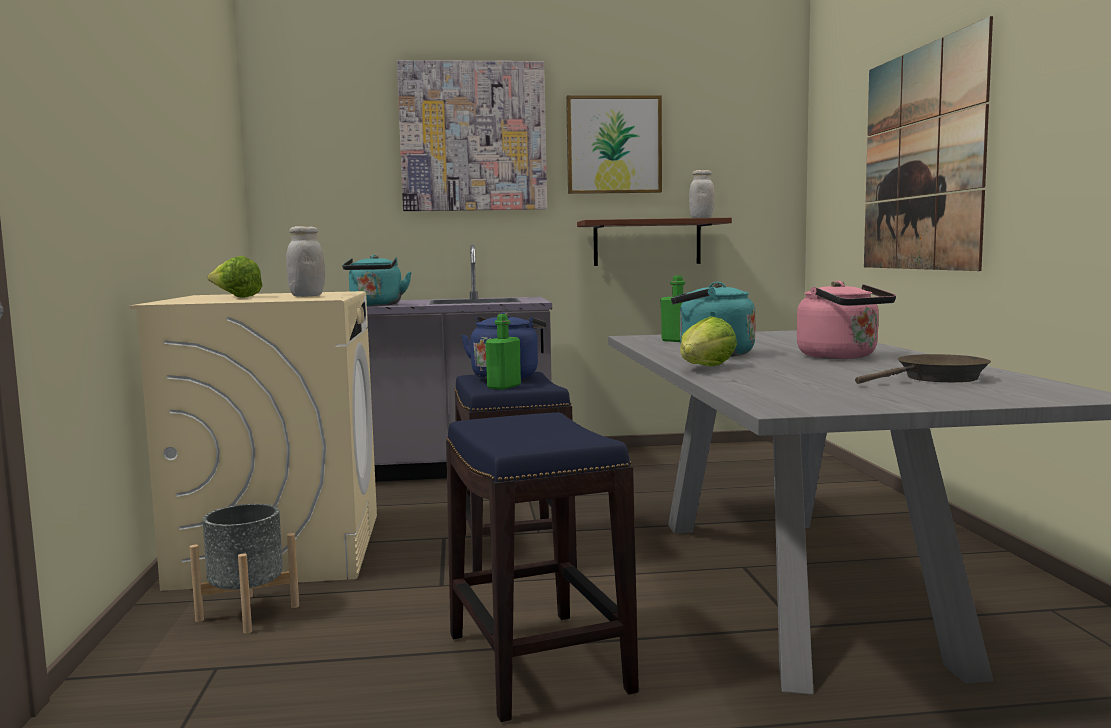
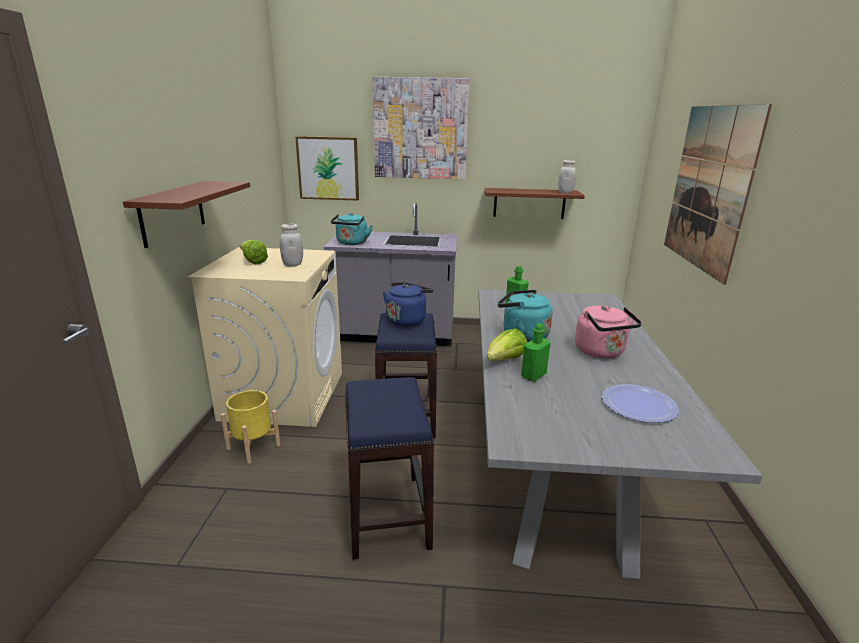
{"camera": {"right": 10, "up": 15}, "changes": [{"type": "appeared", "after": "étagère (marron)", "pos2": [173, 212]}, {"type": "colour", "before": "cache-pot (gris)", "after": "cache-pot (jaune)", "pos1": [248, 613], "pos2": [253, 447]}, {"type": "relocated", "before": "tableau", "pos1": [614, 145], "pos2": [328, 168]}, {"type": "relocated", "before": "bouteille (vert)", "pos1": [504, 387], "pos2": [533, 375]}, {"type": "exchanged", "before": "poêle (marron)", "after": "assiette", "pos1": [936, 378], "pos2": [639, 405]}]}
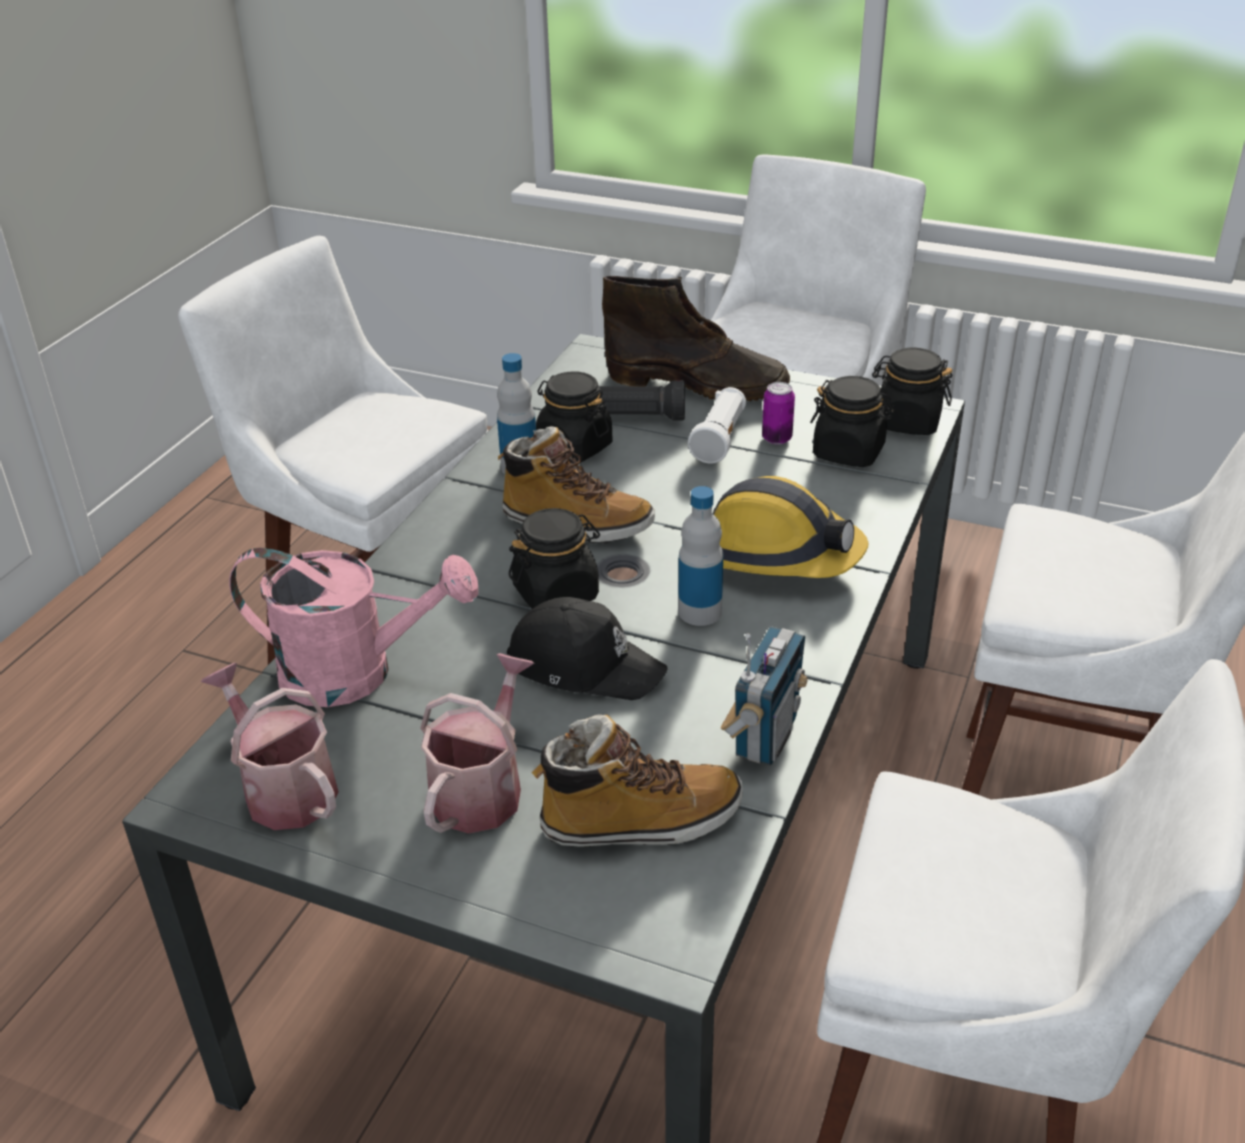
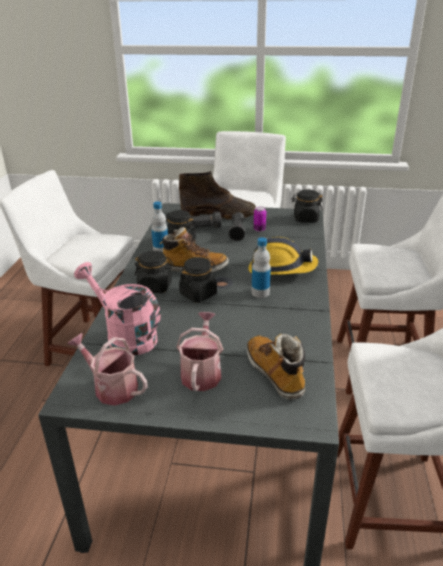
{"camera": {"right": -15, "up": -5}, "changes": [{"type": "spun", "before": "arrosoir (rose)", "pos1": [356, 673], "pos2": [125, 336], "turn": -135}, {"type": "relocated", "before": "bocal (noir)", "pos1": [849, 452], "pos2": [155, 286]}, {"type": "colour", "before": "lampe de poche (blanc)", "after": "lampe de poche (noir)", "pos1": [719, 439], "pos2": [237, 232]}, {"type": "spun", "before": "botte", "pos1": [640, 821], "pos2": [275, 373], "turn": -90}, {"type": "missing", "before": "casquette (noir)", "pos1": [585, 665]}, {"type": "missing", "before": "radio", "pos1": [764, 736]}]}
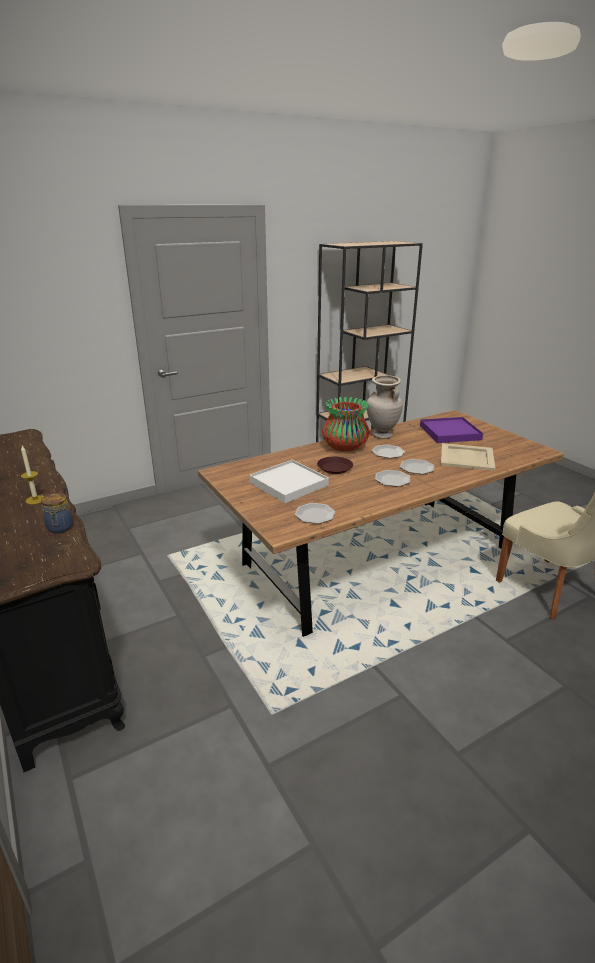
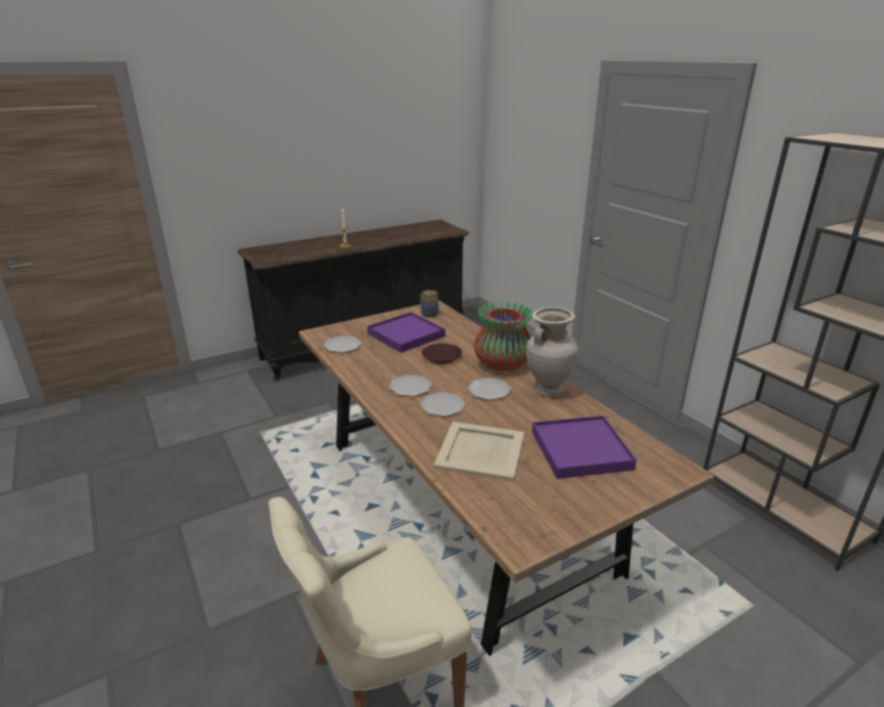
{"camera": {"right": 90, "up": 0}, "changes": [{"type": "colour", "before": "plateau (blanc)", "after": "plateau (violet)", "pos1": [288, 484], "pos2": [406, 335]}, {"type": "relocated", "before": "bocal", "pos1": [60, 528], "pos2": [429, 314]}]}
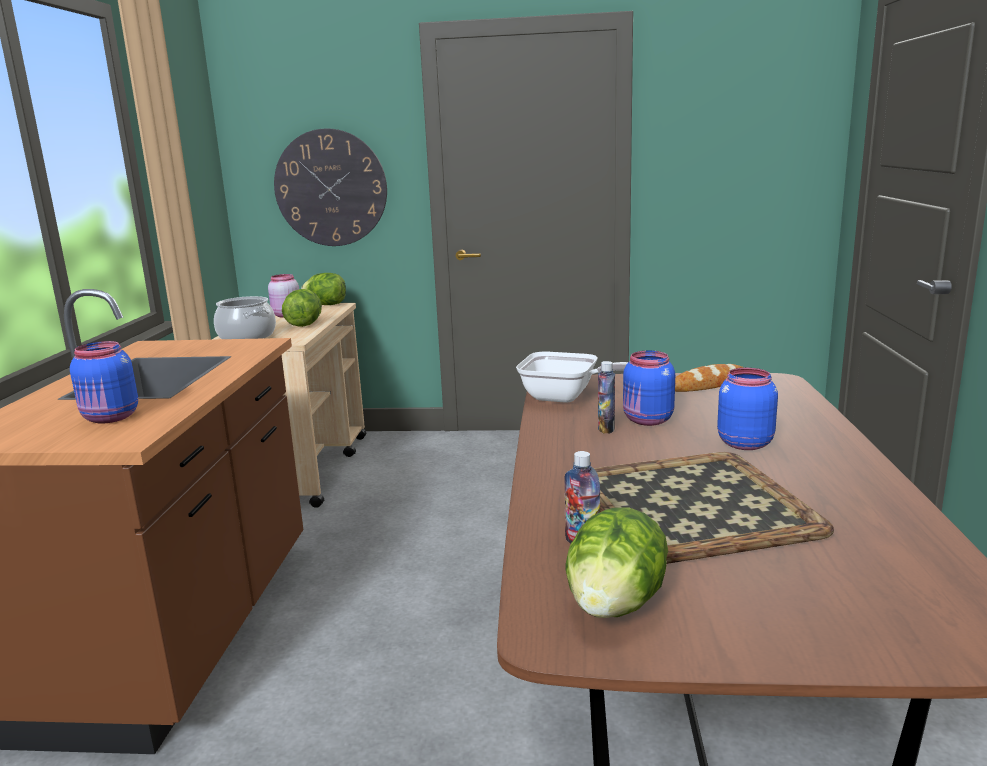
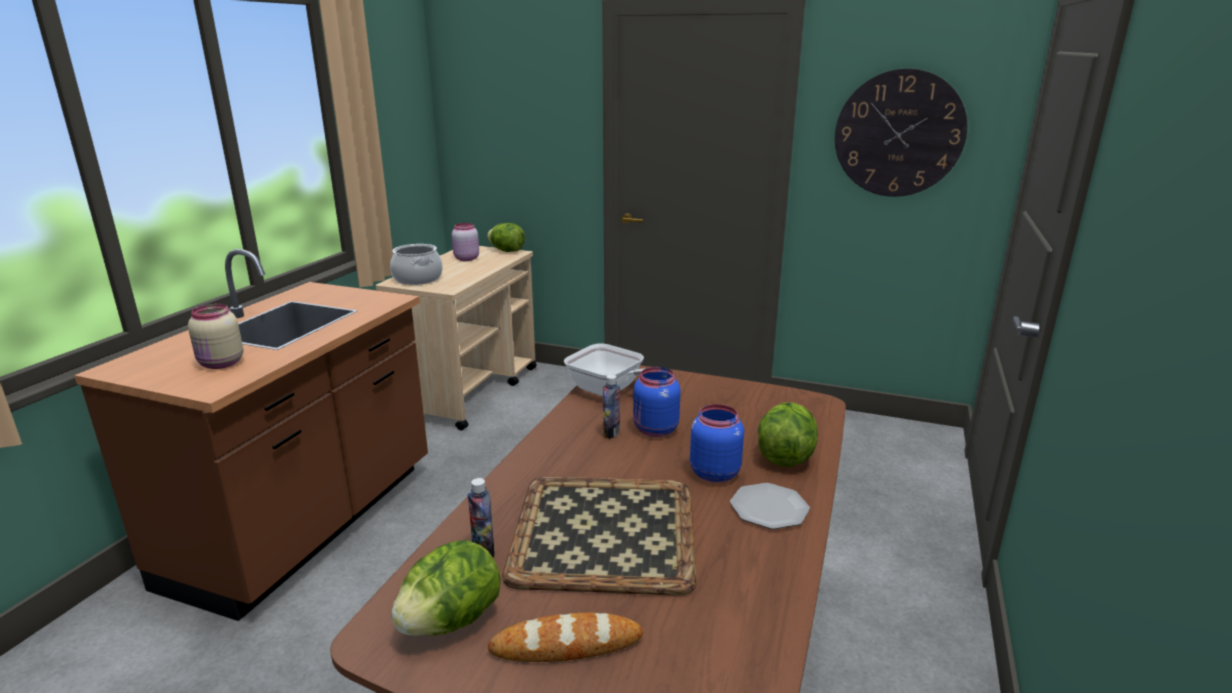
{"camera": {"right": 15, "up": 5}, "changes": [{"type": "colour", "before": "bocal (bleu)", "after": "bocal (beige)", "pos1": [111, 418], "pos2": [221, 364]}, {"type": "relocated", "before": "pain", "pos1": [709, 384], "pos2": [566, 645]}, {"type": "appeared", "after": "assiette", "pos2": [769, 509]}, {"type": "relocated", "before": "laitue", "pos1": [304, 325], "pos2": [785, 457]}, {"type": "relocated", "before": "horloge murale", "pos1": [331, 188], "pos2": [899, 134]}]}
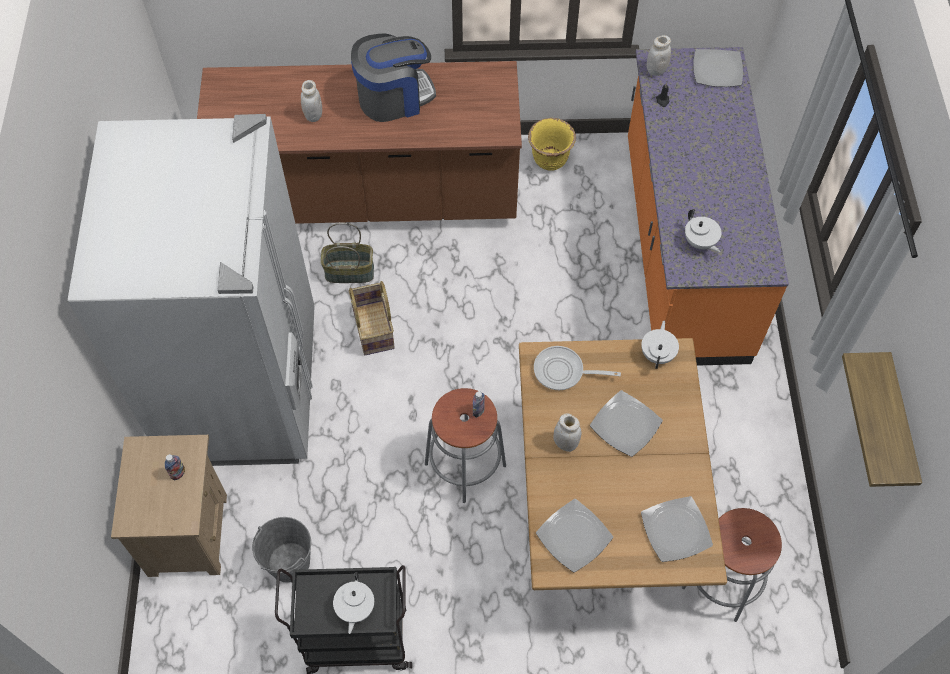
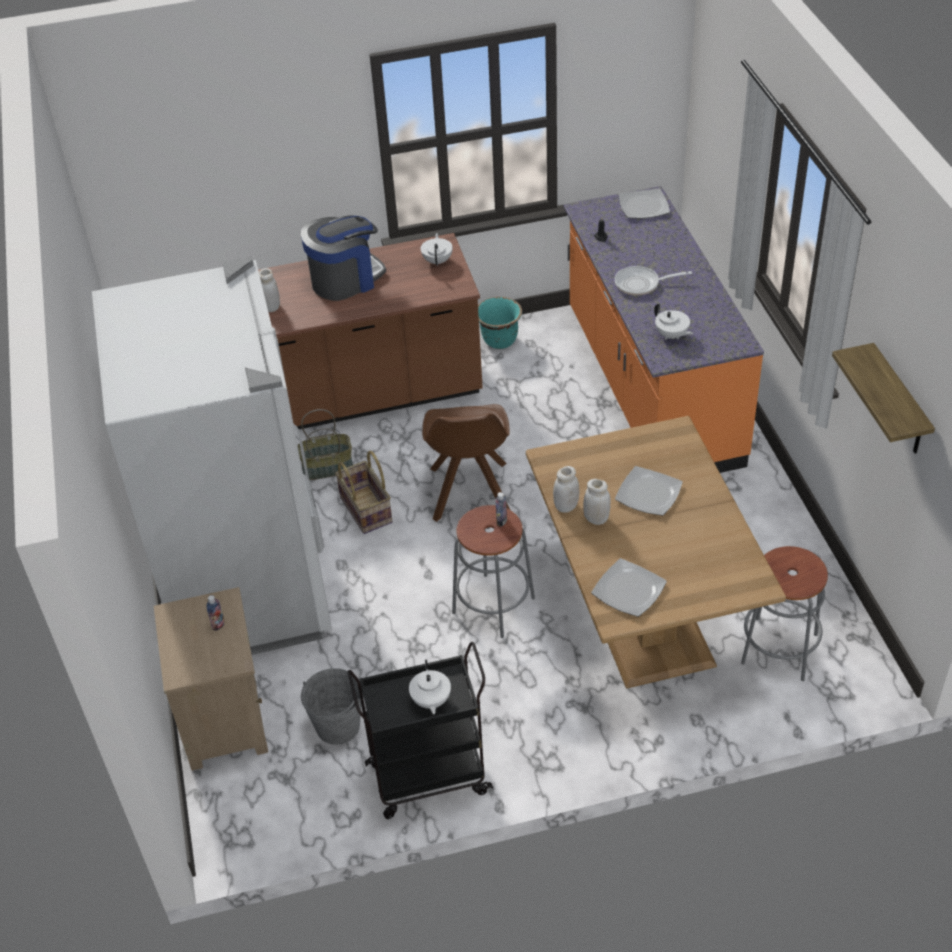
{"camera": {"right": -10, "up": -15}, "changes": [{"type": "relocated", "before": "théière (blanc)", "pos1": [658, 354], "pos2": [438, 261]}, {"type": "appeared", "after": "chaise (marron)", "pos2": [470, 493]}, {"type": "colour", "before": "cache-pot (jaune)", "after": "cache-pot (turquoise)", "pos1": [550, 160], "pos2": [500, 341]}, {"type": "relocated", "before": "bocal (blanc)", "pos1": [656, 70], "pos2": [566, 506]}, {"type": "relocated", "before": "poêle", "pos1": [563, 372], "pos2": [641, 284]}, {"type": "missing", "before": "assiette", "pos1": [675, 531]}]}
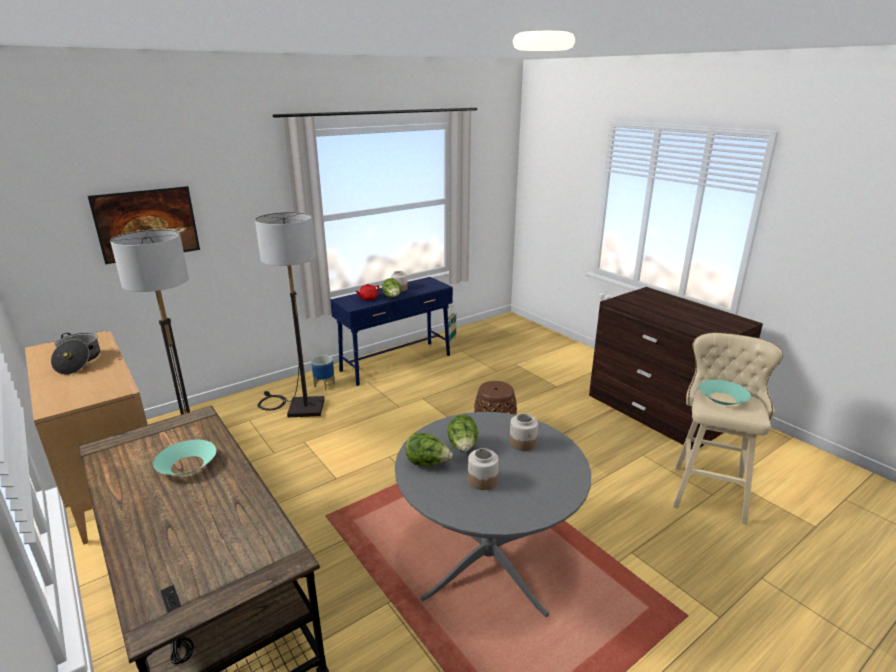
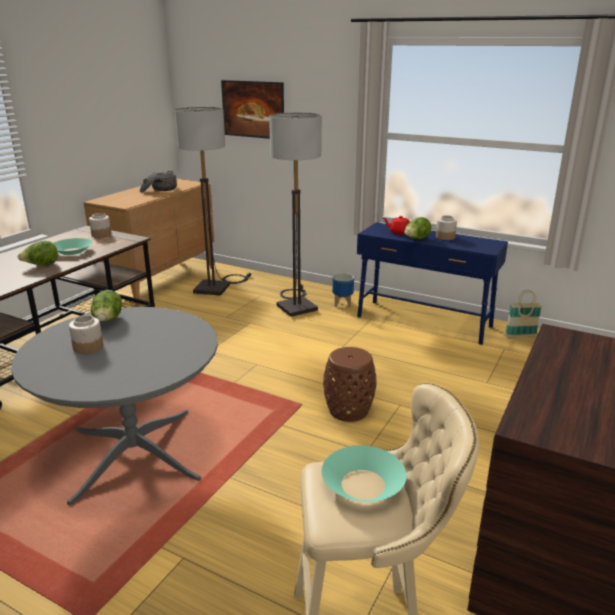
{"camera": {"right": 65, "up": 0}, "changes": [{"type": "relocated", "before": "laitue", "pos1": [463, 447], "pos2": [41, 265]}, {"type": "relocated", "before": "bocal", "pos1": [523, 443], "pos2": [101, 235]}]}
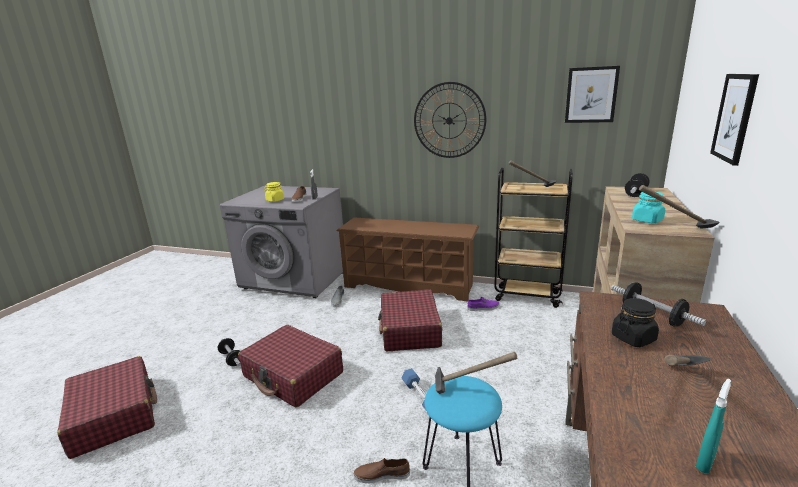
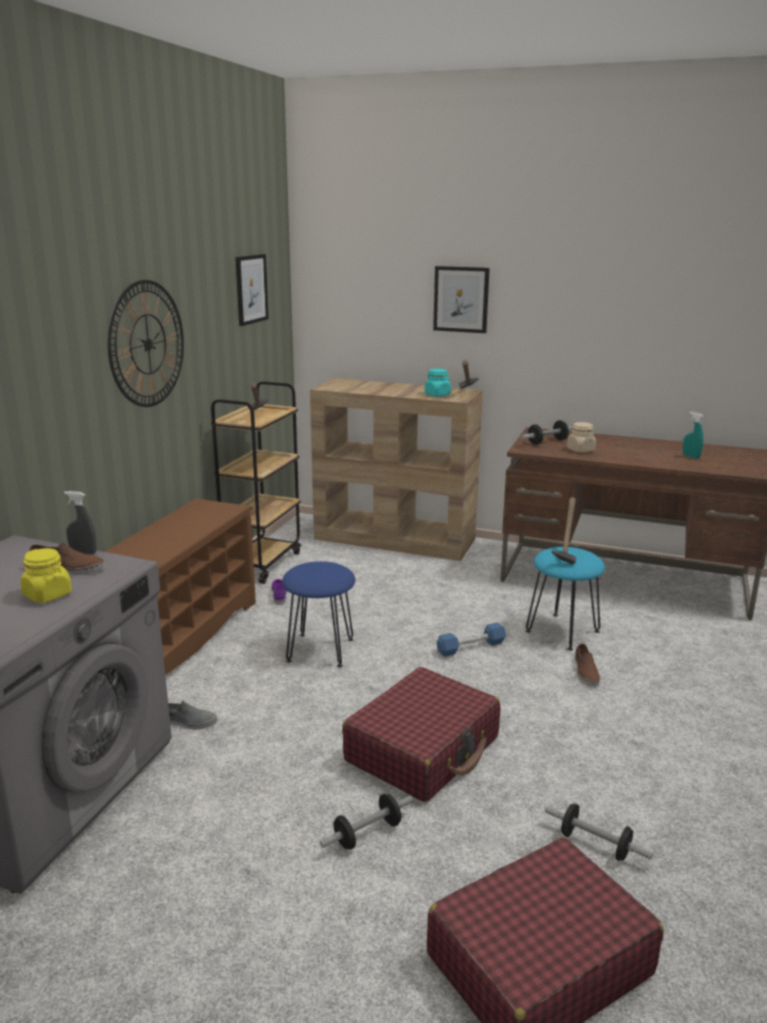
{"camera": {"right": -90, "up": 0}, "changes": [{"type": "exchanged", "before": "valise (rouge)", "after": "tabouret (bleu)", "pos1": [410, 330], "pos2": [320, 650]}, {"type": "relocated", "before": "haltère", "pos1": [636, 193], "pos2": [595, 845]}, {"type": "colour", "before": "bocal (noir)", "after": "bocal (beige)", "pos1": [633, 338], "pos2": [580, 450]}, {"type": "missing", "before": "marteau", "pos1": [676, 391]}]}
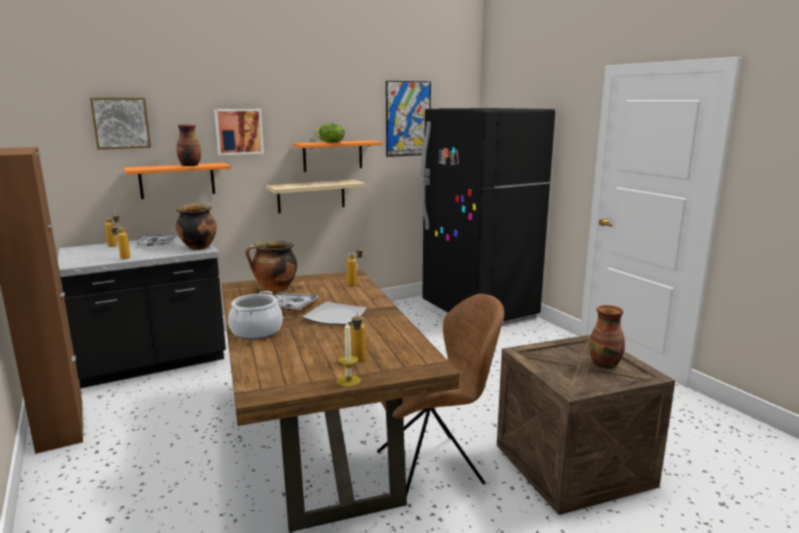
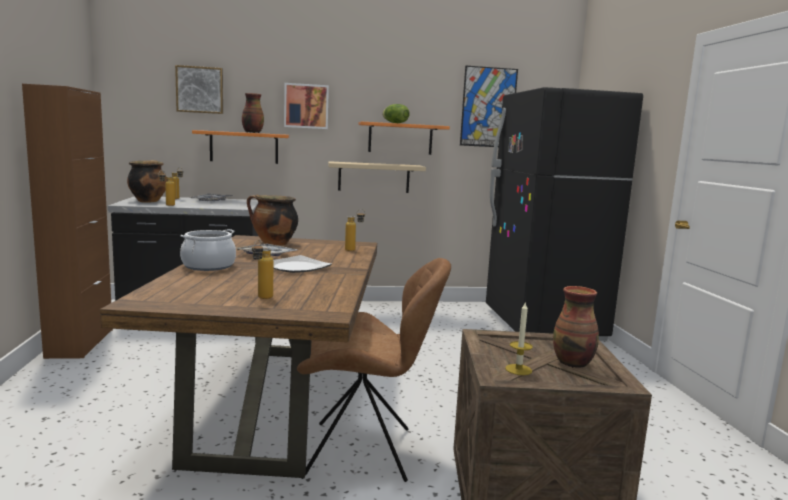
{"camera": {"right": 20, "up": -5}, "changes": [{"type": "relocated", "before": "marmite", "pos1": [198, 247], "pos2": [148, 201]}, {"type": "relocated", "before": "bougie", "pos1": [348, 381], "pos2": [518, 369]}]}
